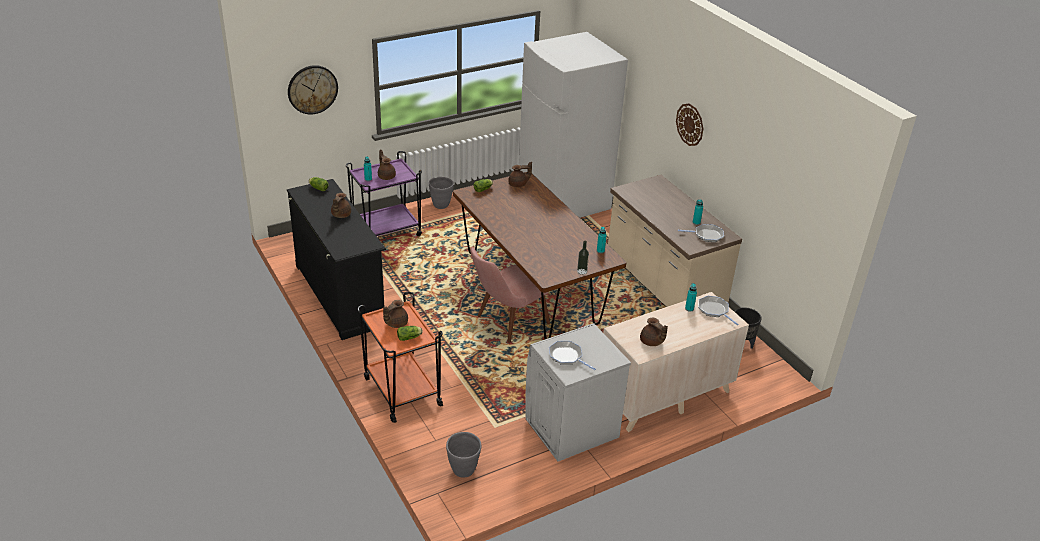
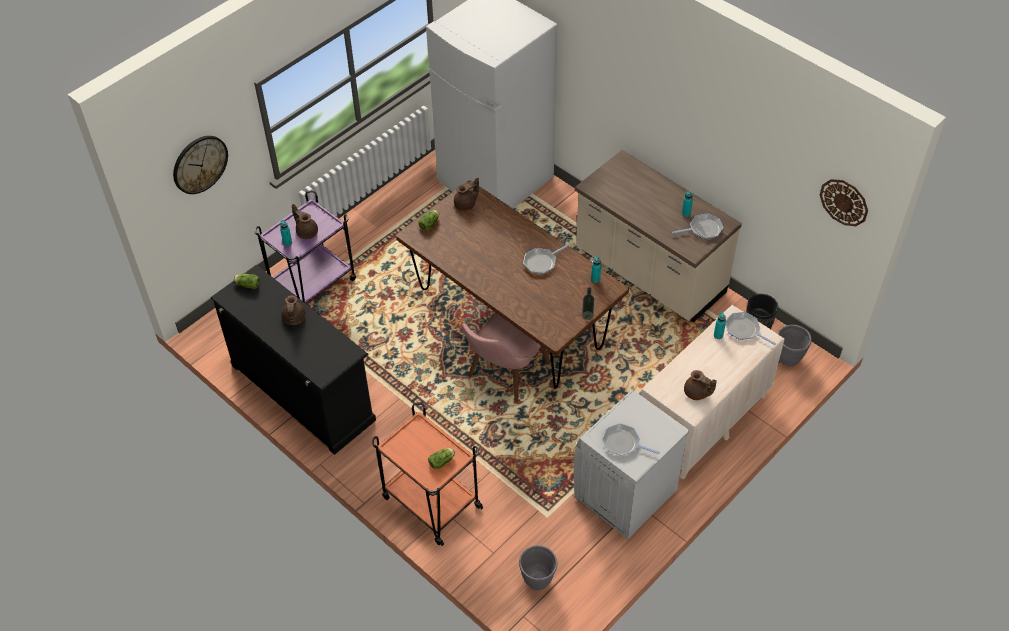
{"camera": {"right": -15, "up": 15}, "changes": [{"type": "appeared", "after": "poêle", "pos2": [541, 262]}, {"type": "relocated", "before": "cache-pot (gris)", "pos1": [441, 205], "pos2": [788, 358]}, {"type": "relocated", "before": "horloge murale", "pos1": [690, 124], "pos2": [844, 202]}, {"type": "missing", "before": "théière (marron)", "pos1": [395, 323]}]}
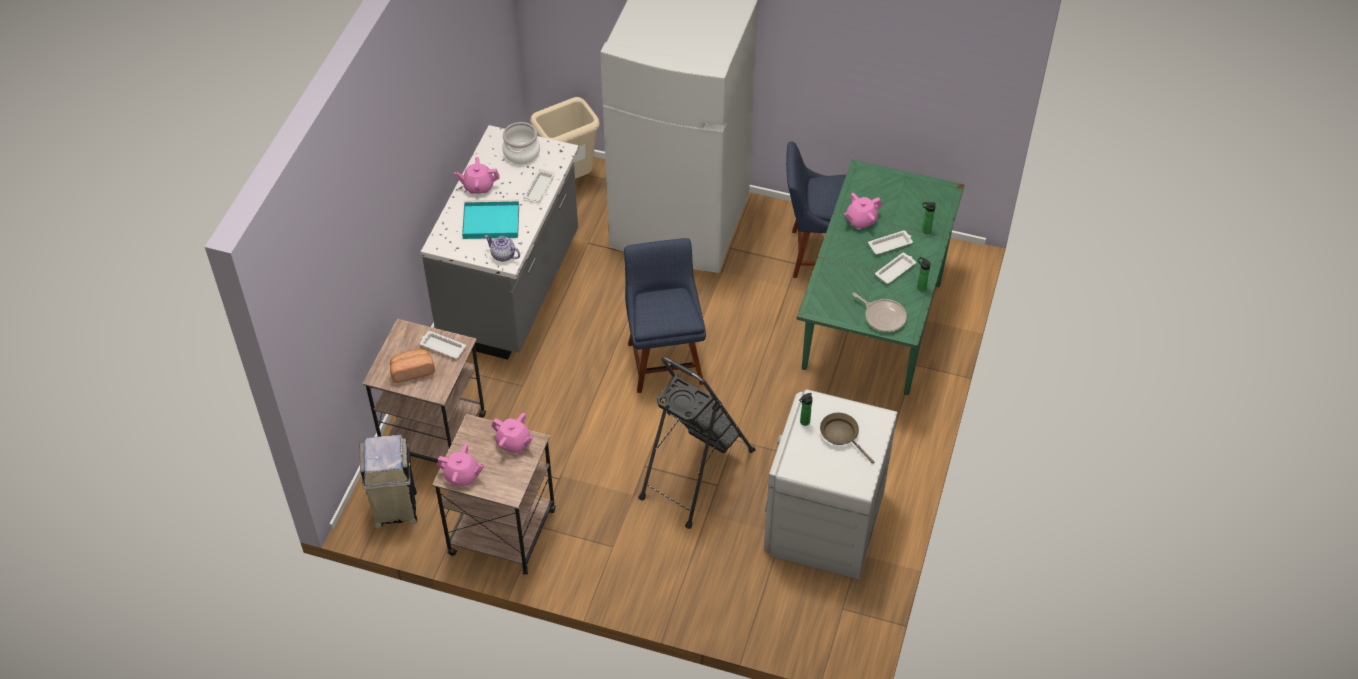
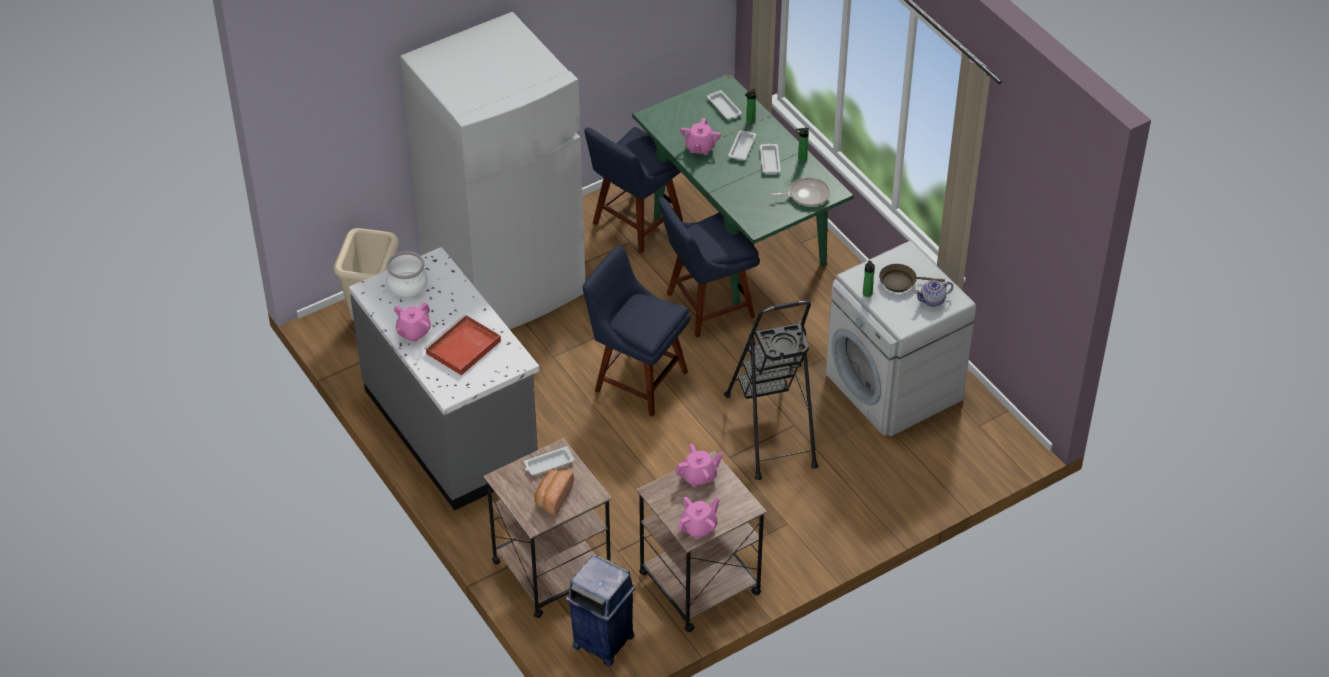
{"camera": {"right": -50, "up": -5}, "changes": [{"type": "colour", "before": "plateau (turquoise)", "after": "plateau (rouge)", "pos1": [489, 222], "pos2": [462, 348]}, {"type": "colour", "before": "poubelle (beige)", "after": "poubelle (bleu)", "pos1": [395, 507], "pos2": [602, 640]}, {"type": "appeared", "after": "chaise (bleu)", "pos2": [706, 306]}, {"type": "relocated", "before": "plateau (blanc)", "pos1": [539, 188], "pos2": [724, 108]}, {"type": "relocated", "before": "théière", "pos1": [503, 255], "pos2": [932, 300]}]}
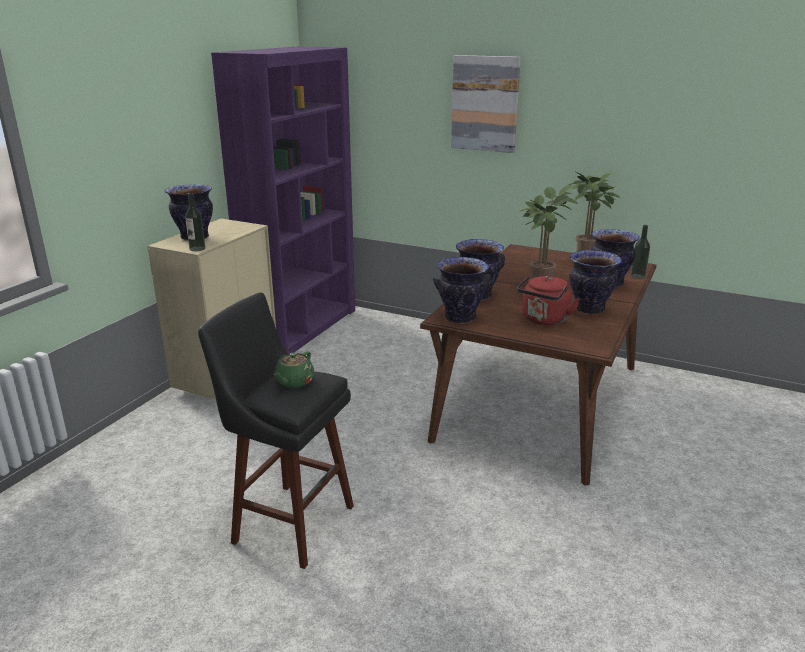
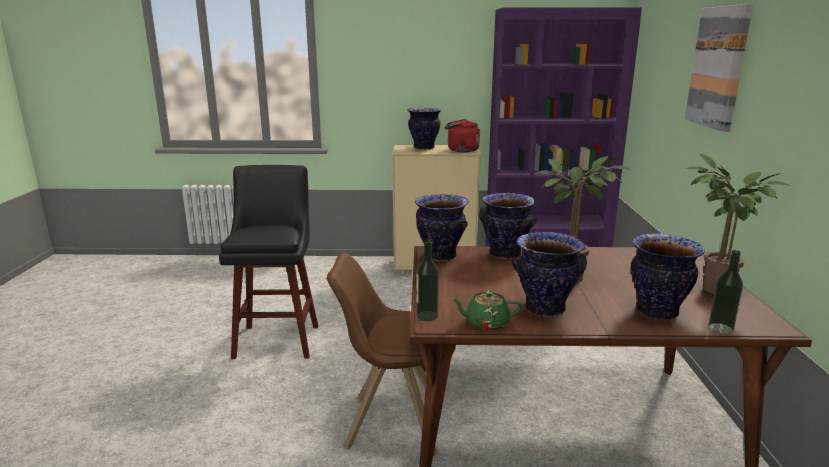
{"camera": {"right": 65, "up": -5}, "changes": [{"type": "appeared", "after": "chaise (marron)", "pos2": [393, 423]}, {"type": "relocated", "before": "bouteille", "pos1": [197, 249], "pos2": [427, 316]}, {"type": "relocated", "before": "bouilloire (rouge)", "pos1": [544, 320], "pos2": [460, 150]}, {"type": "relocated", "before": "théière (vert)", "pos1": [294, 382], "pos2": [486, 323]}]}
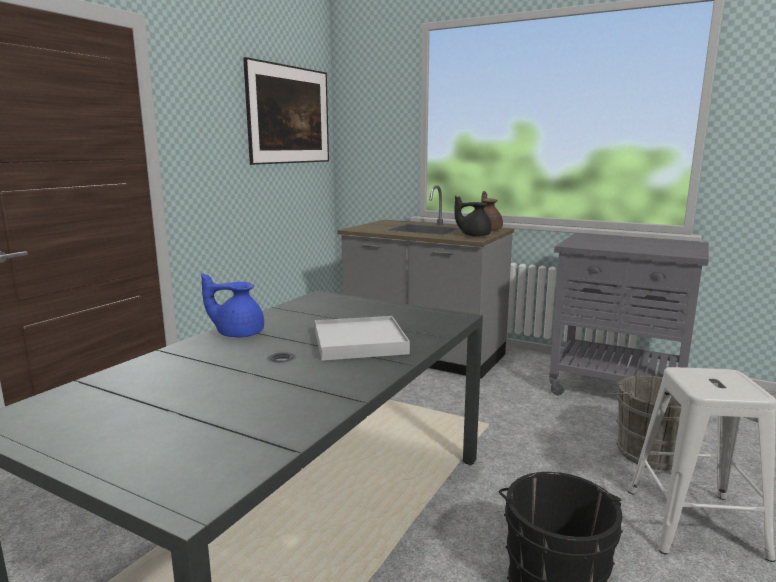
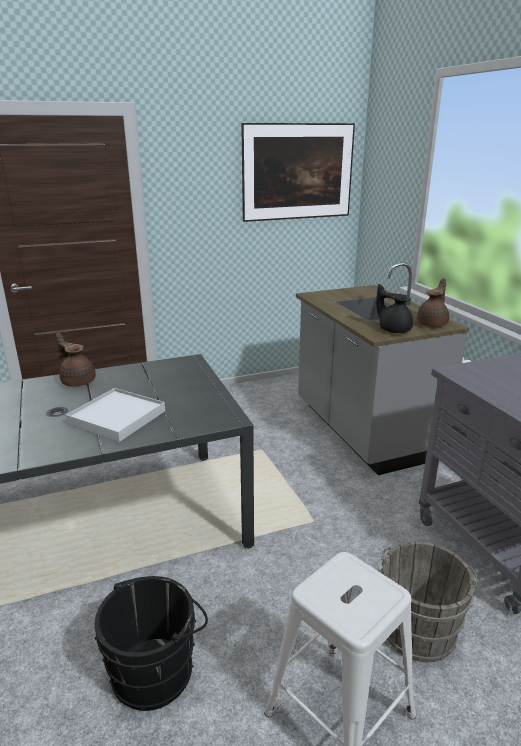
{"camera": {"right": 40, "up": 10}, "changes": [{"type": "colour", "before": "théière (bleu)", "after": "théière (marron)", "pos1": [238, 333], "pos2": [78, 381]}]}
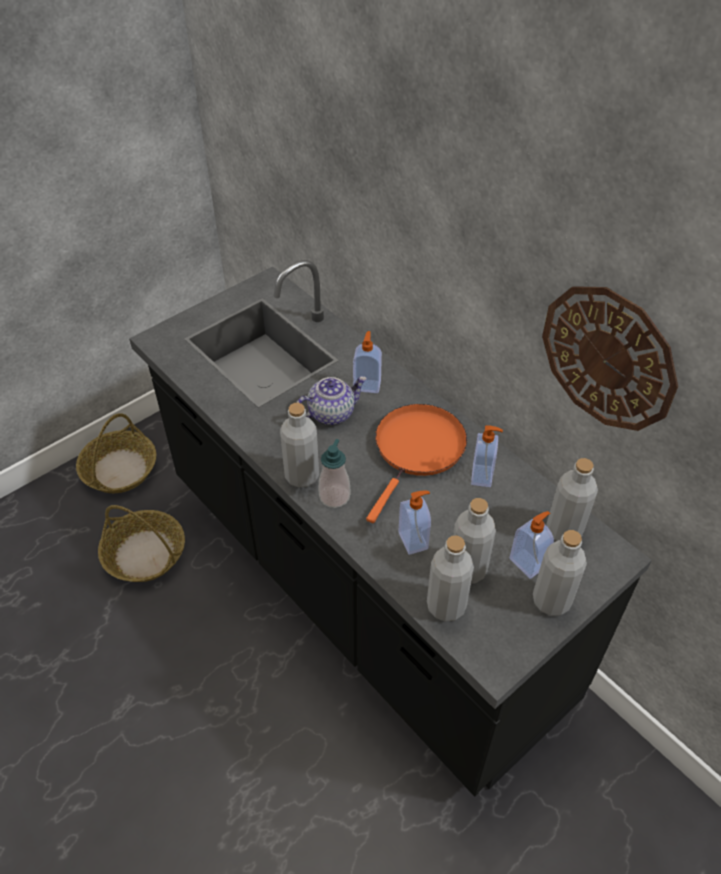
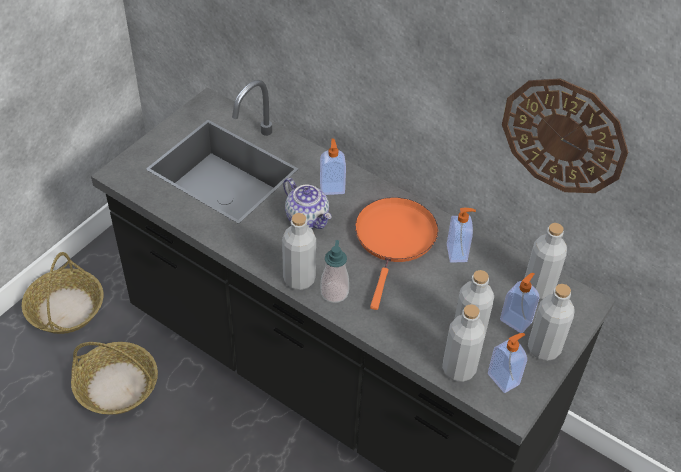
{"camera": {"right": -15, "up": 0}, "changes": [{"type": "spun", "before": "théière", "pos1": [331, 413], "pos2": [308, 218], "turn": 90}, {"type": "relocated", "before": "distributeur de savon", "pos1": [414, 540], "pos2": [504, 379]}]}
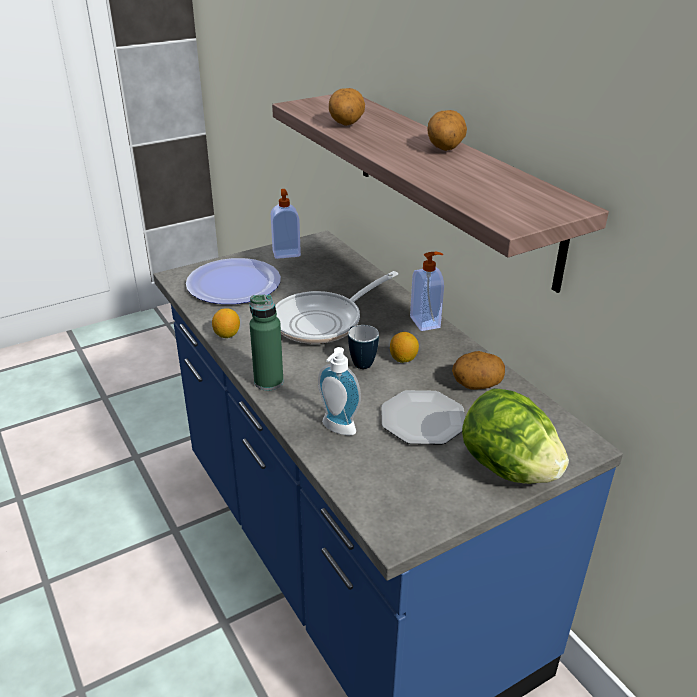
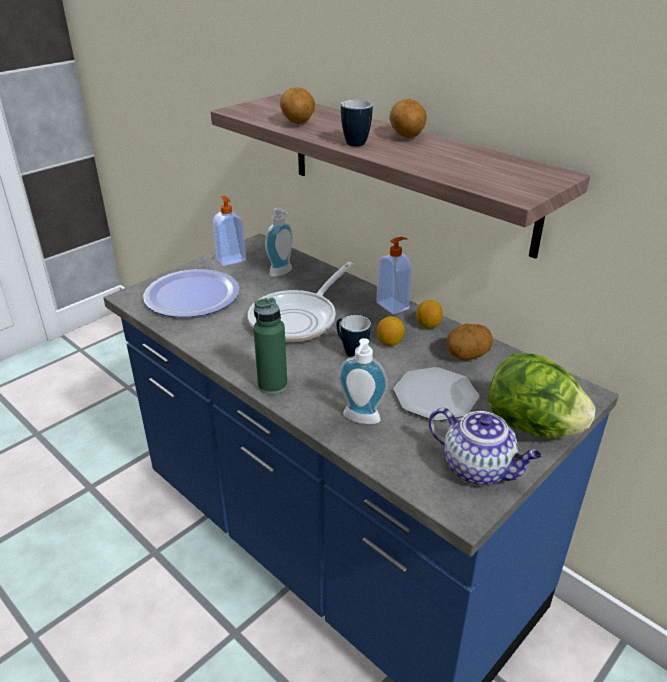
{"camera": {"right": -15, "up": 0}, "changes": [{"type": "appeared", "after": "distributeur de savon", "pos2": [283, 272]}, {"type": "appeared", "after": "mug", "pos2": [355, 142]}, {"type": "relocated", "before": "citron", "pos1": [227, 335], "pos2": [428, 325]}, {"type": "appeared", "after": "théière", "pos2": [479, 469]}]}
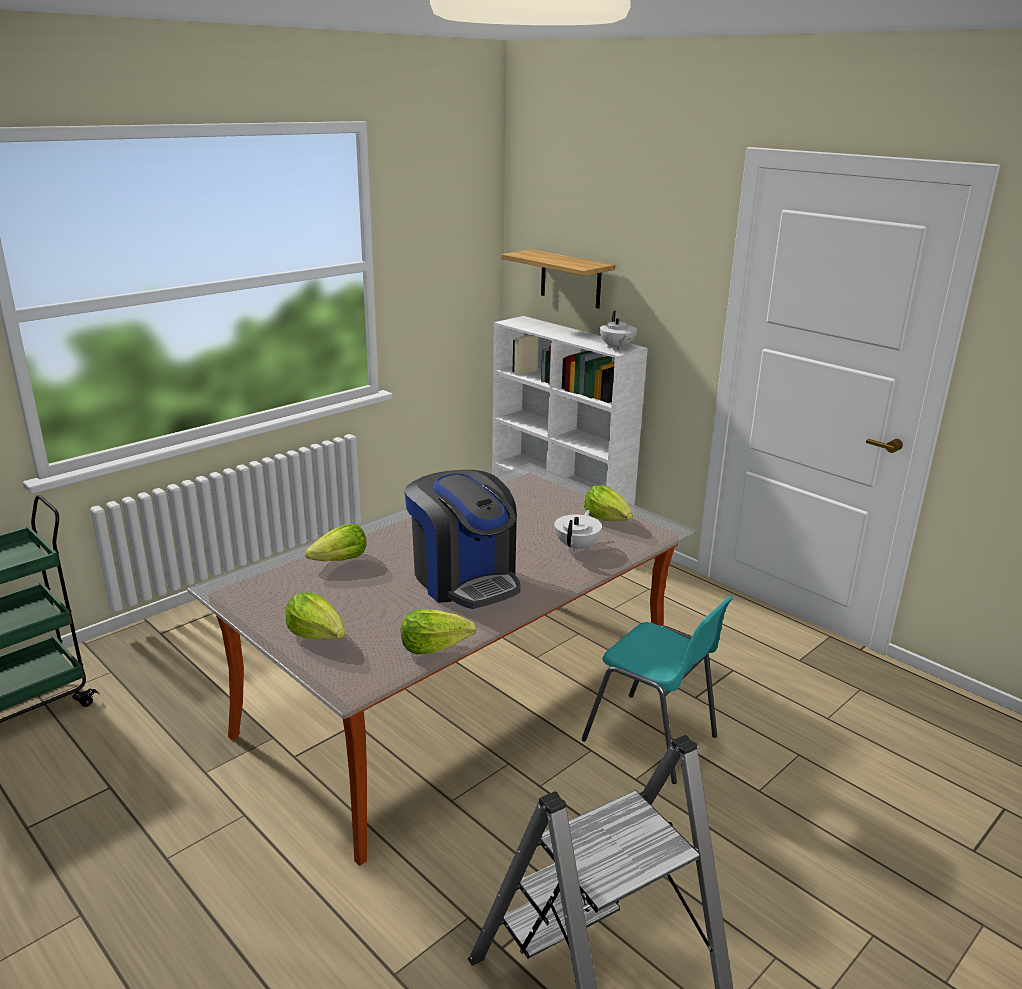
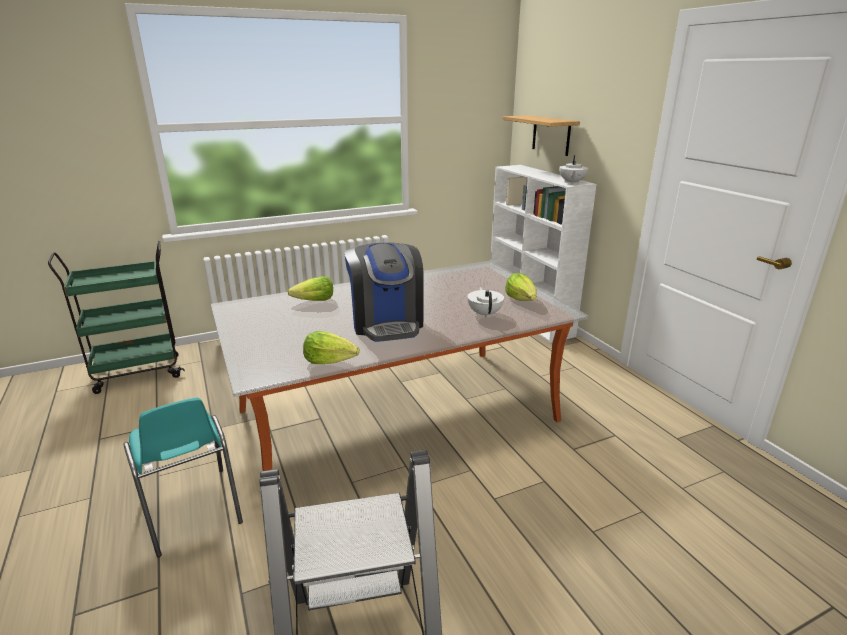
{"camera": {"right": 20, "up": 0}, "changes": [{"type": "relocated", "before": "chaise (turquoise)", "pos1": [653, 739], "pos2": [191, 512]}, {"type": "spun", "before": "théière (blanc)", "pos1": [577, 546], "pos2": [485, 314], "turn": -45}, {"type": "missing", "before": "laitue", "pos1": [317, 635]}]}
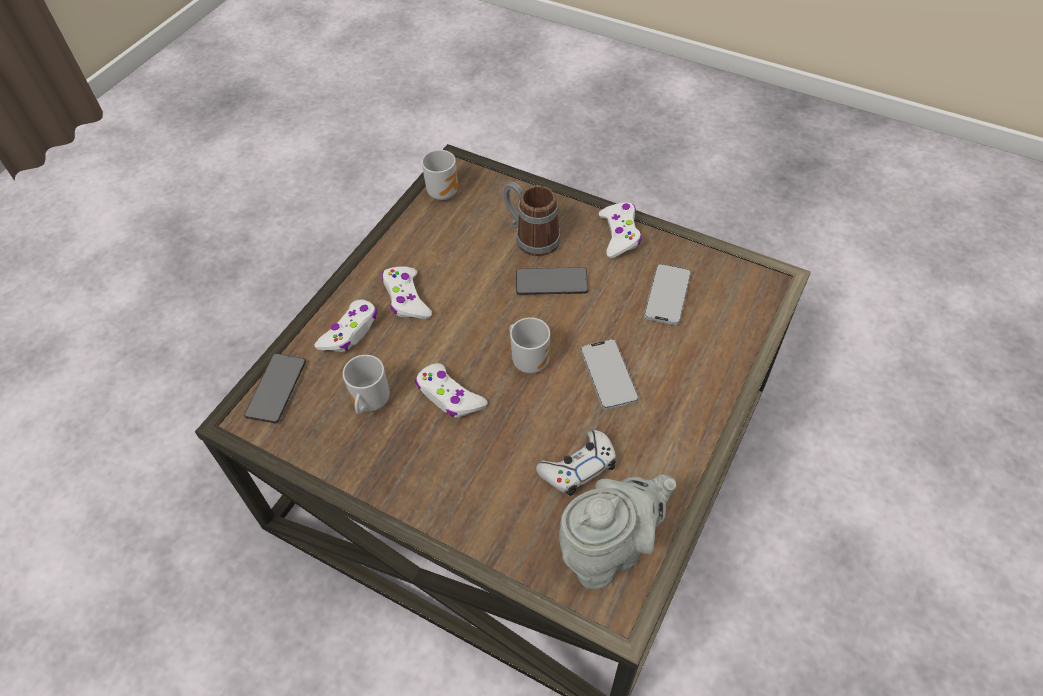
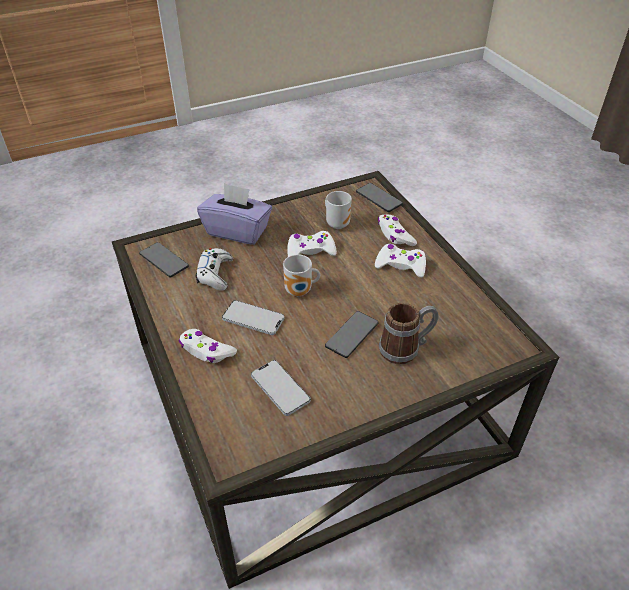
{"camera": {"right": 125, "up": -10}, "changes": [{"type": "exchanged", "before": "théière (gris)", "after": "téléphone", "pos1": [608, 549], "pos2": [164, 260]}, {"type": "relocated", "before": "manette (blanc)", "pos1": [619, 234], "pos2": [206, 351]}, {"type": "appeared", "after": "boîte à mouchoirs (violet)", "pos2": [237, 231]}, {"type": "missing", "before": "mug", "pos1": [444, 192]}]}
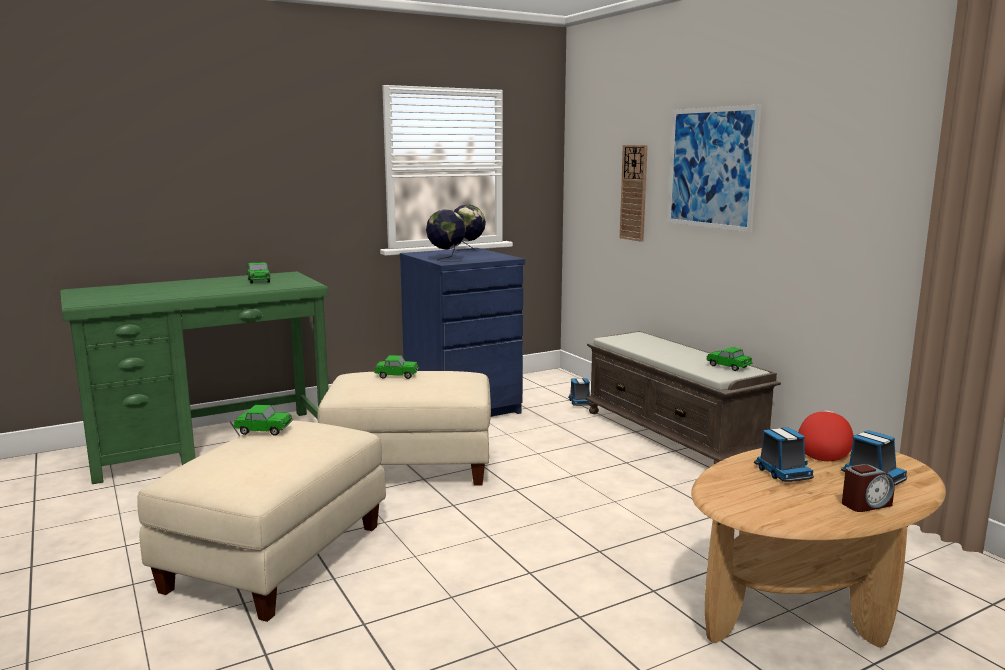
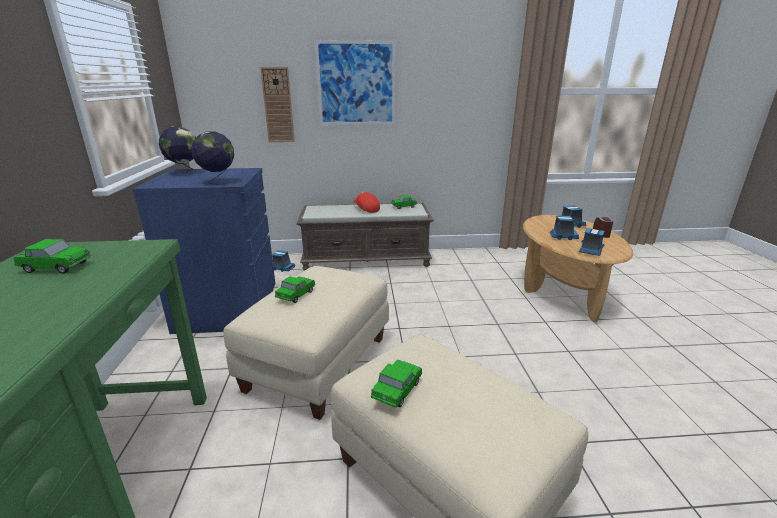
{"camera": {"right": -65, "up": 10}, "changes": [{"type": "relocated", "before": "casquette (rouge)", "pos1": [823, 449], "pos2": [366, 209]}, {"type": "appeared", "after": "camion jouet", "pos2": [590, 251]}]}
